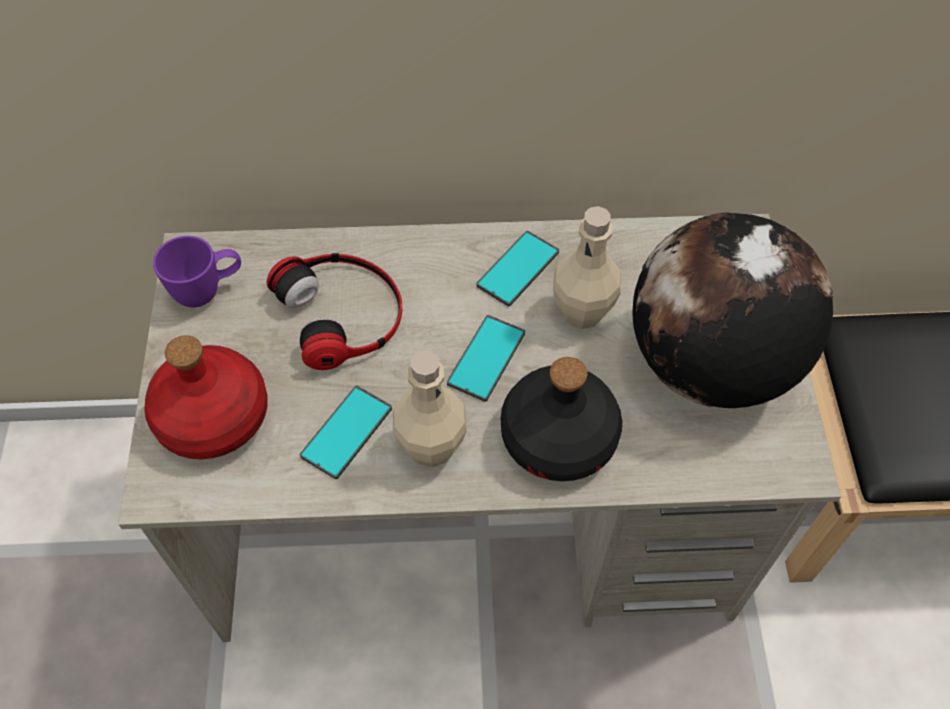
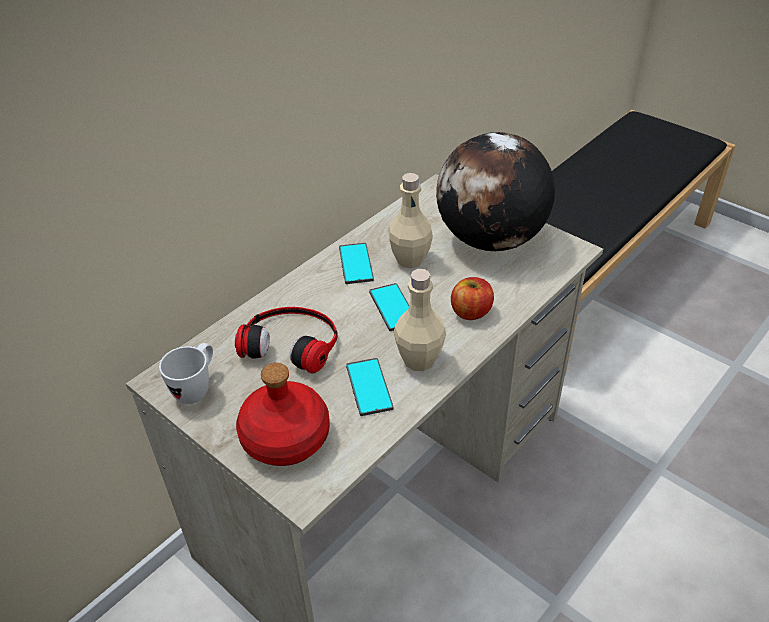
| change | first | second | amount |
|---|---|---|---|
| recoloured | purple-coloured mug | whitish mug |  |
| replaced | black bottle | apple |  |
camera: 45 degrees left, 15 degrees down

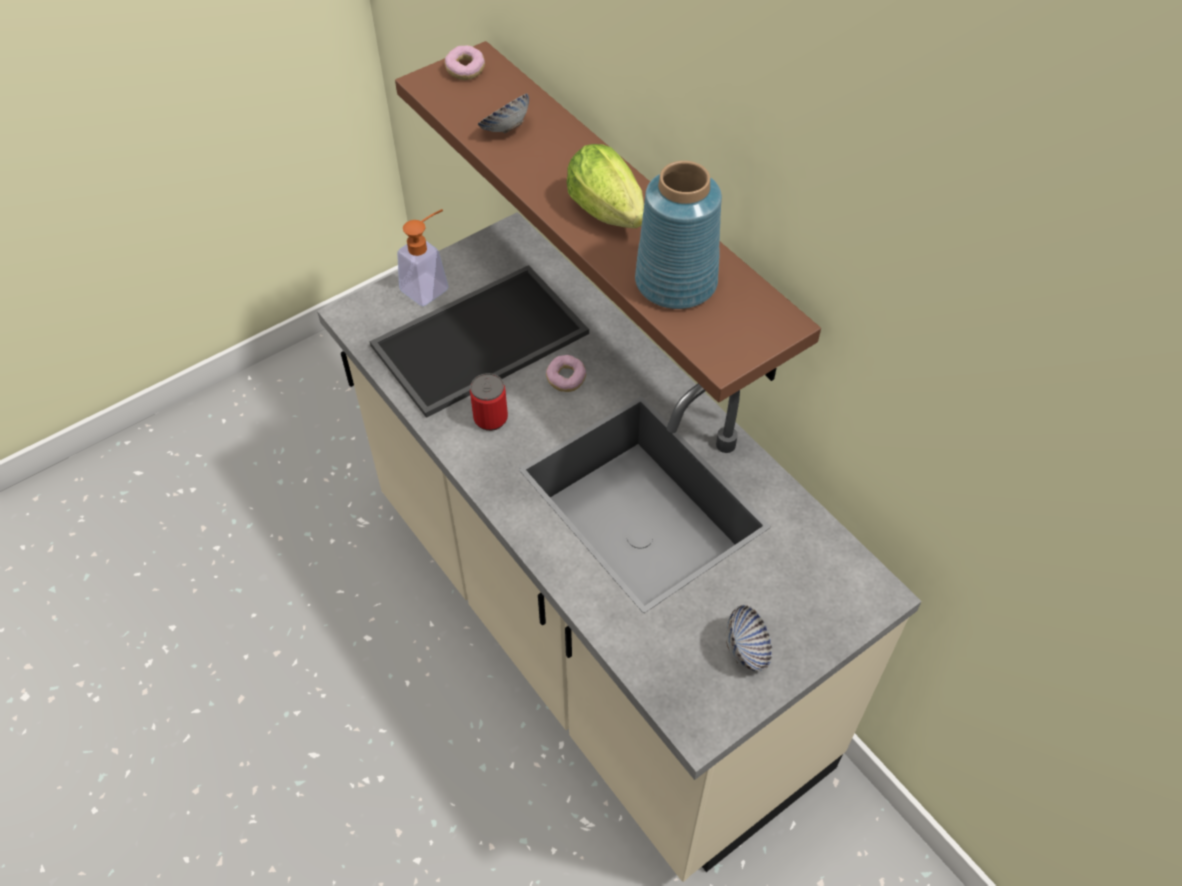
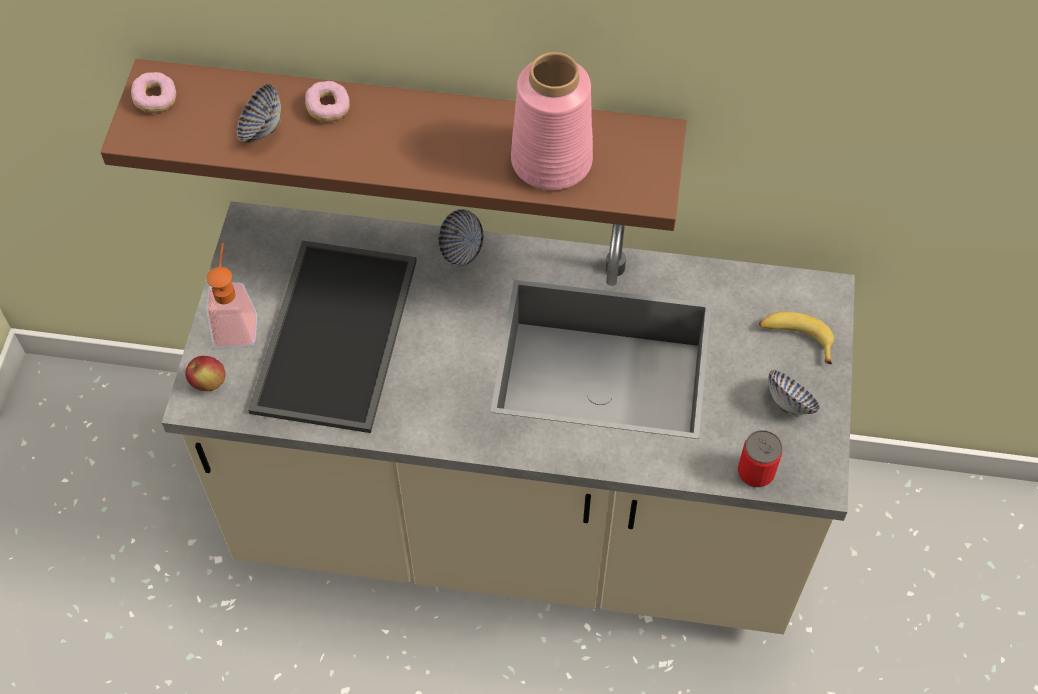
| change | first | second | amount |
|---|---|---|---|
| moved | sealed can |  |  |
| moved | doughnut (2nd from left) |  |  |
| removed | head of lettuce |  |  |
| recoloured | bluish flower vase | pink-coloured flower vase |  |
| added |  | apple |  |
| added |  | serving bowl (2nd from left) |  |
| added |  | banana fruit |  |
camera: 45 degrees left, 5 degrees up

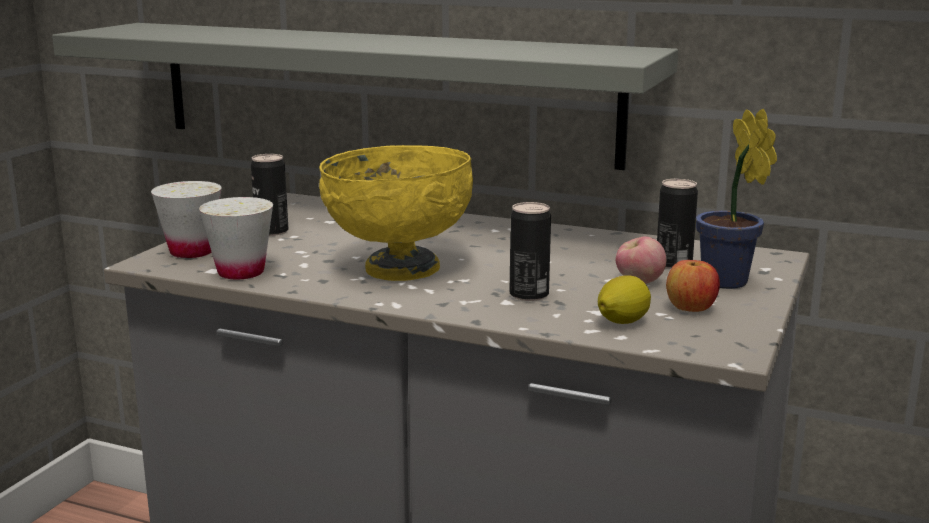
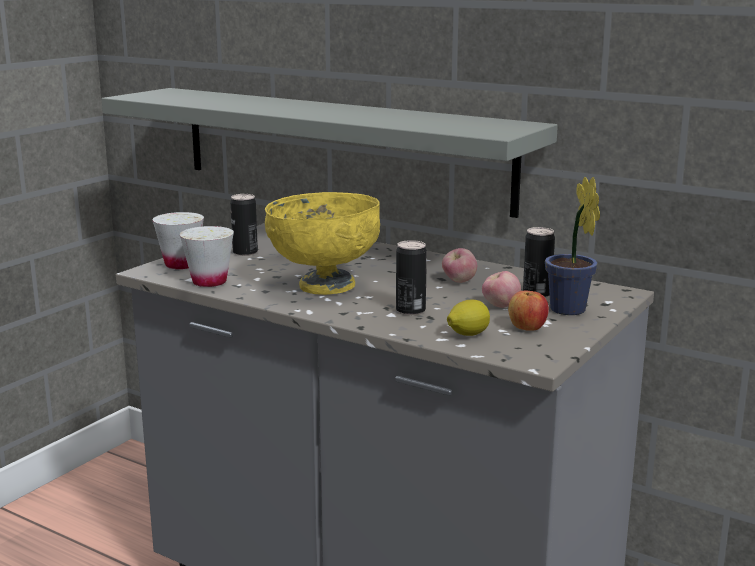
| change | first | second | amount |
|---|---|---|---|
| added |  | apple (1st from left) |  |
camera: 10 degrees right, 0 degrees up

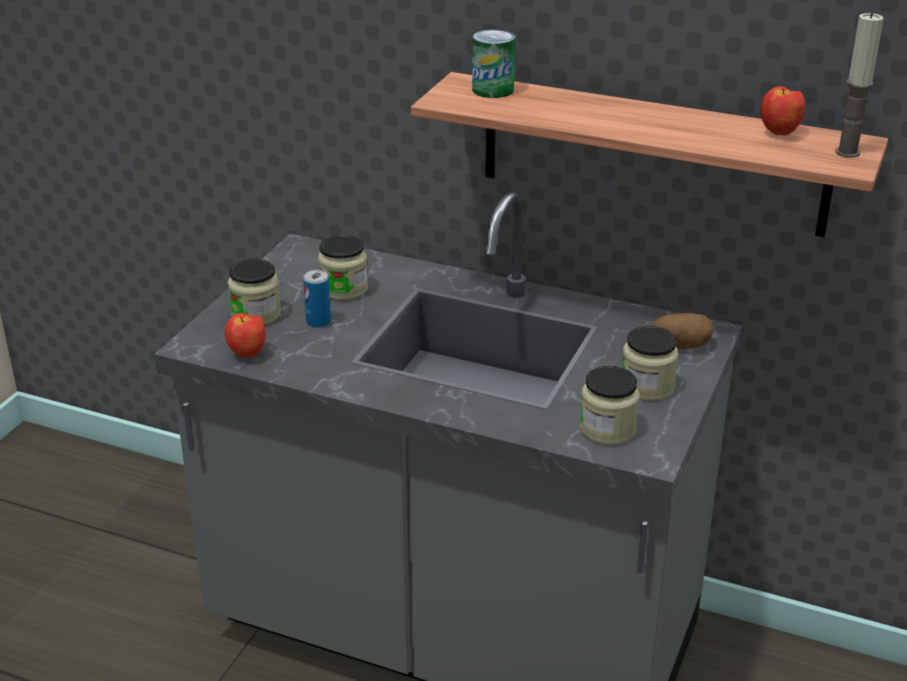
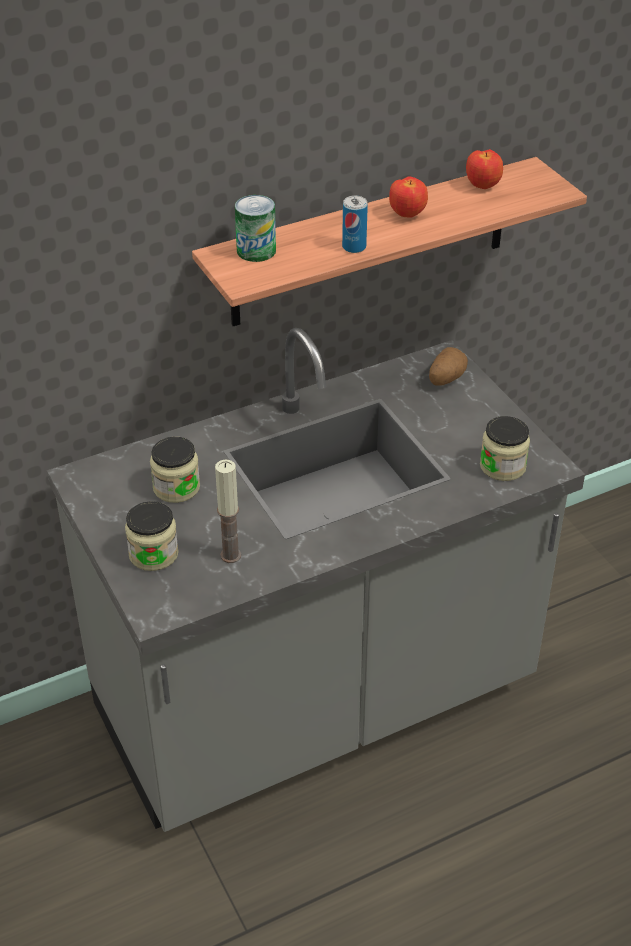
| change | first | second | amount |
|---|---|---|---|
| moved | apple (1st from left) |  |  |
| moved | sealed can (1st from left in the first image) | sealed can (2nd from left) |  |
| removed | jar (4th from left) |  |  |
| moved | wax light |  |  |
camera: 50 degrees left, 10 degrees up

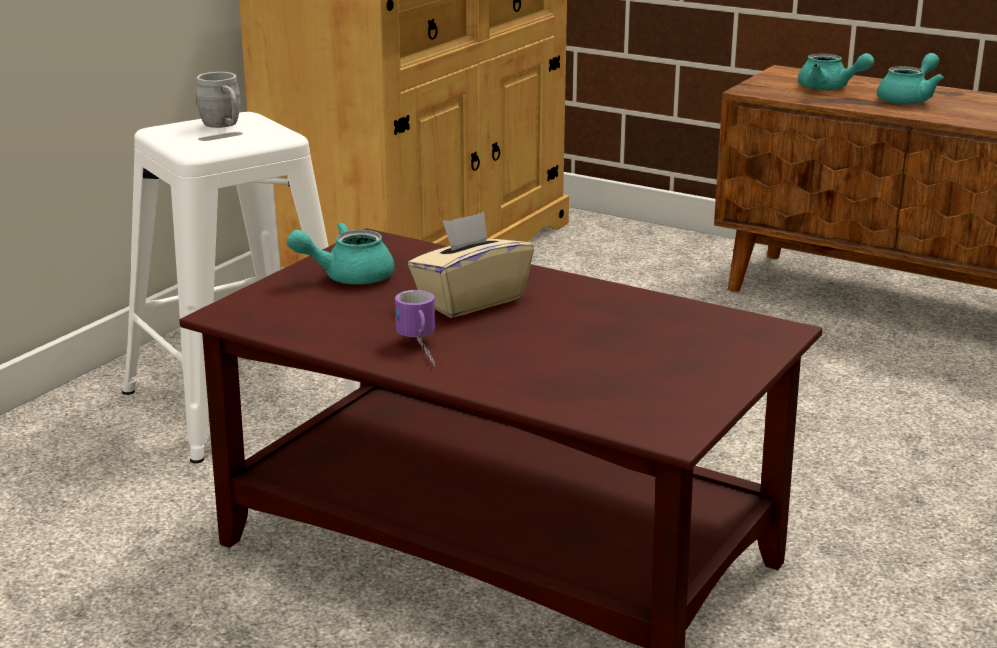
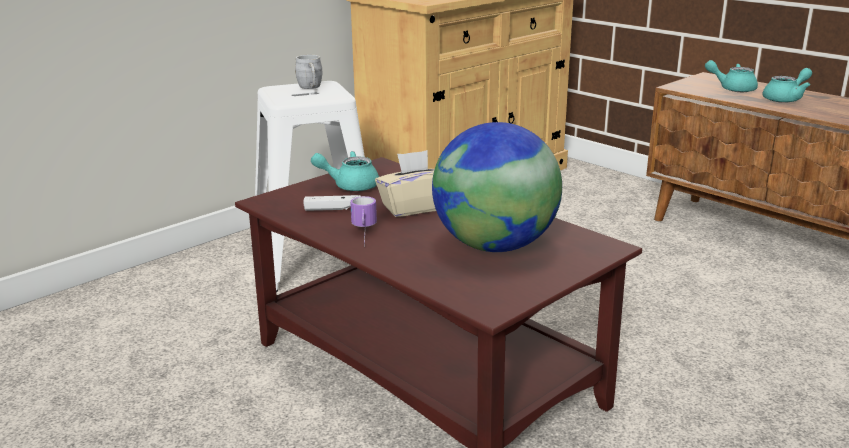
| change | first | second | amount |
|---|---|---|---|
| turned | turquoise-coloured teapot (2nd from left) |  | 150 degrees clockwise |
| added |  | whitish game controller |  |
| added |  | world globe |  |
camera: 15 degrees right, 0 degrees up

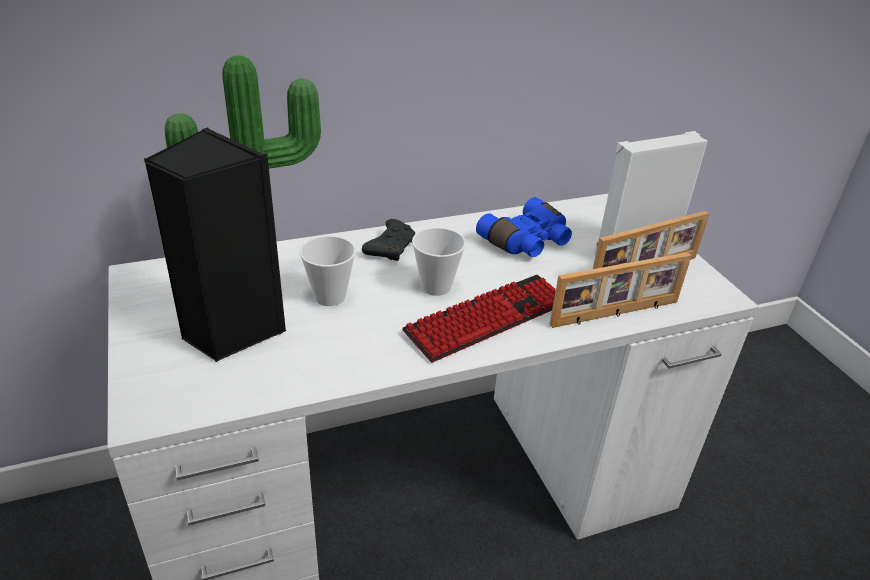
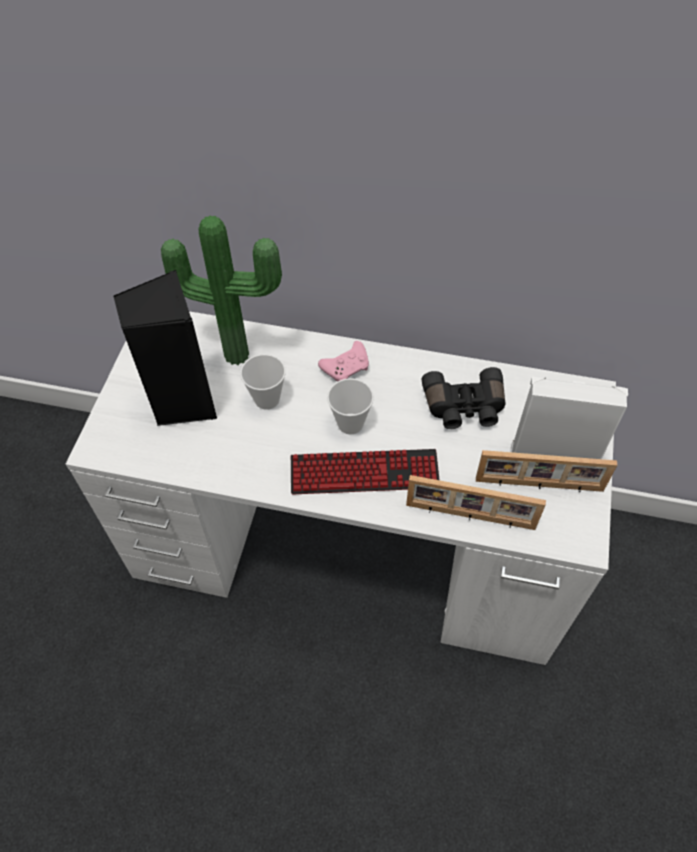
| change | first | second | amount |
|---|---|---|---|
| recoloured | black game controller | pink-coloured game controller |  |
| recoloured | bluish pair of binoculars | black pair of binoculars |  |
camera: 35 degrees right, 20 degrees up

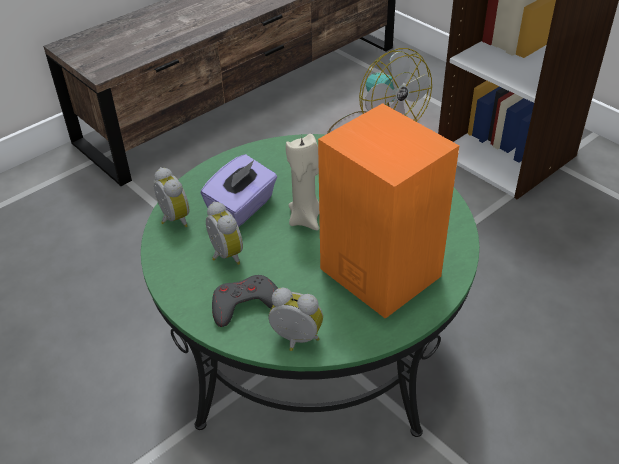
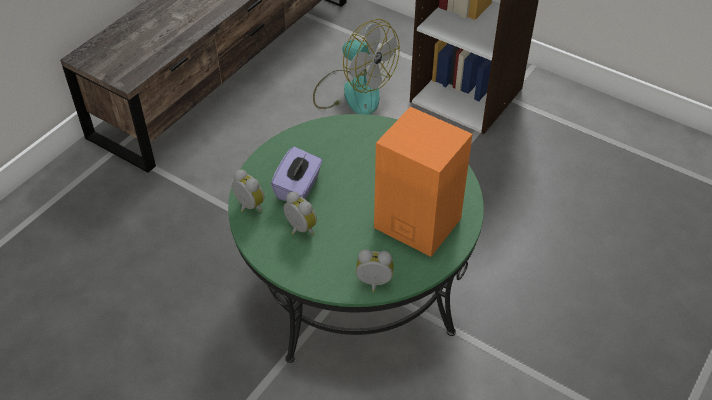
| change | first | second | amount |
|---|---|---|---|
| removed | greyish game controller |  |  |
| removed | beige wax light |  |  |
camera: 15 degrees left, 5 degrees up

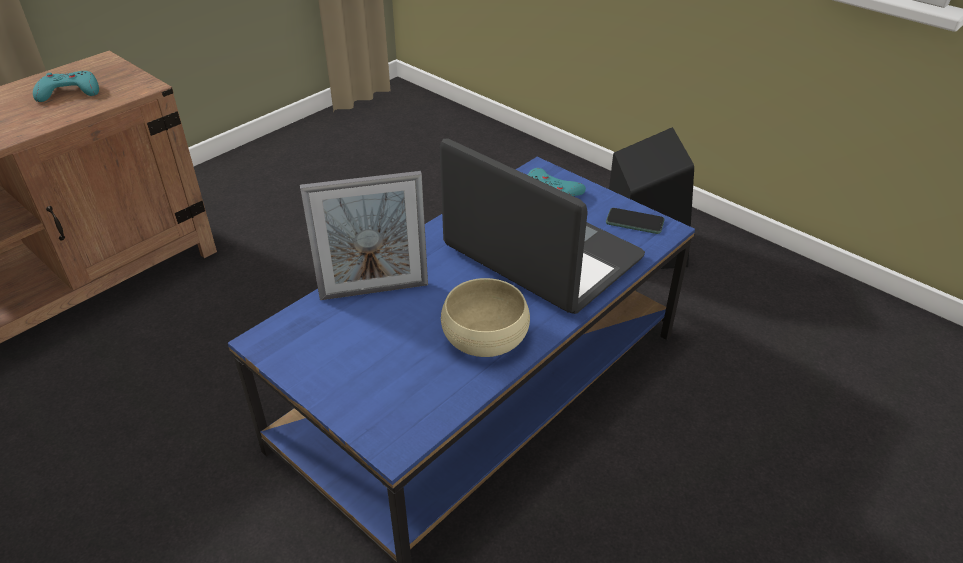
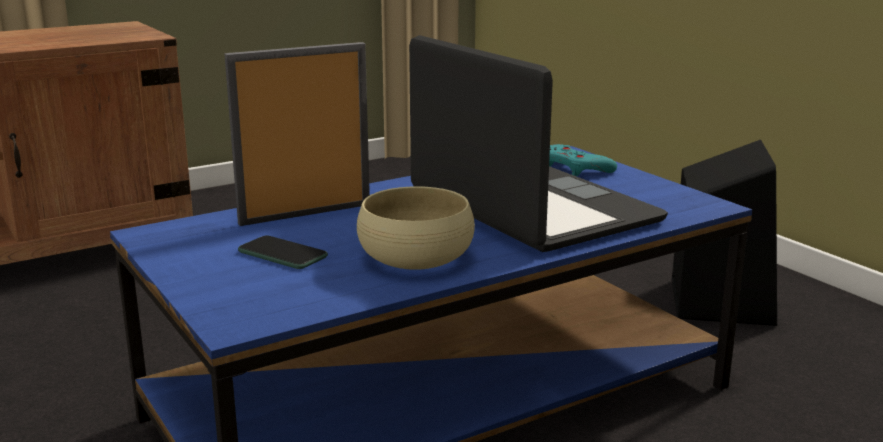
| change | first | second | amount |
|---|---|---|---|
| removed | turquoise-coloured game controller (1st from left) |  |  |
| turned | standing frame |  | 150 degrees clockwise |
| moved | phone |  |  |
camera: 15 degrees right, 20 degrees down

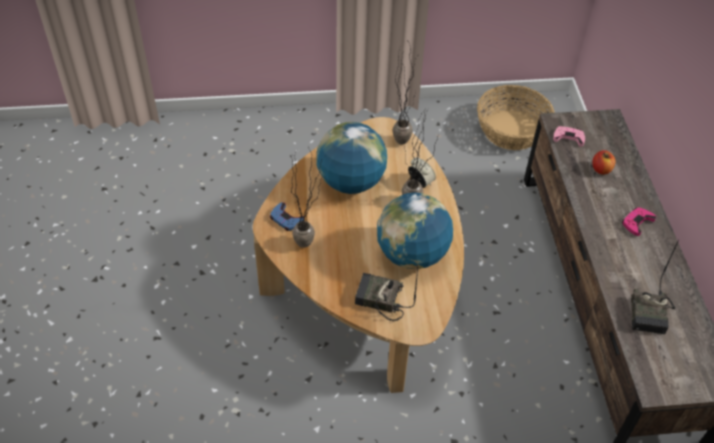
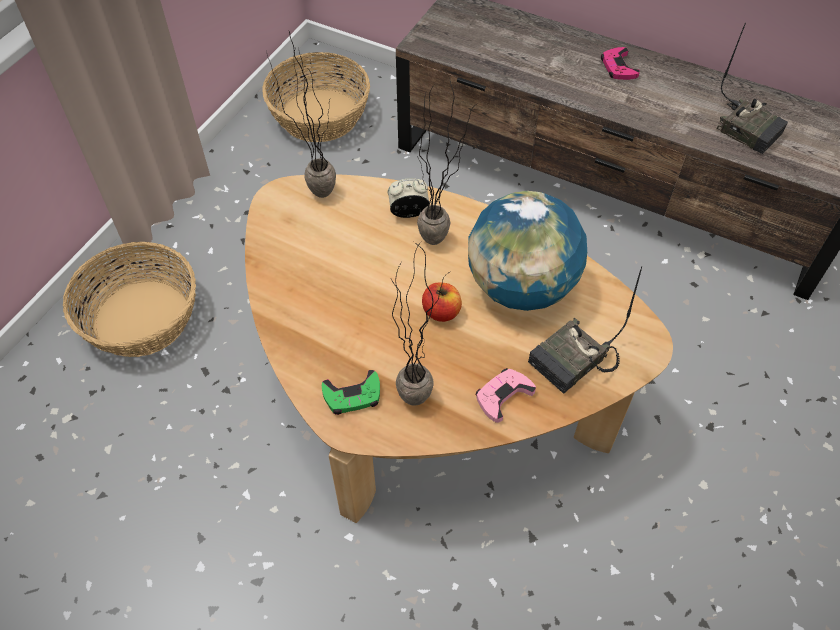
| change | first | second | amount |
|---|---|---|---|
| recoloured | bluish game controller | green game controller |  |
| removed | world globe (1st from left) |  |  |
| moved | pink-coloured game controller (1st from left) |  |  |
| moved | apple |  |  |
| added |  | basket (1st from left) |  |
camera: 55 degrees left, 5 degrees up

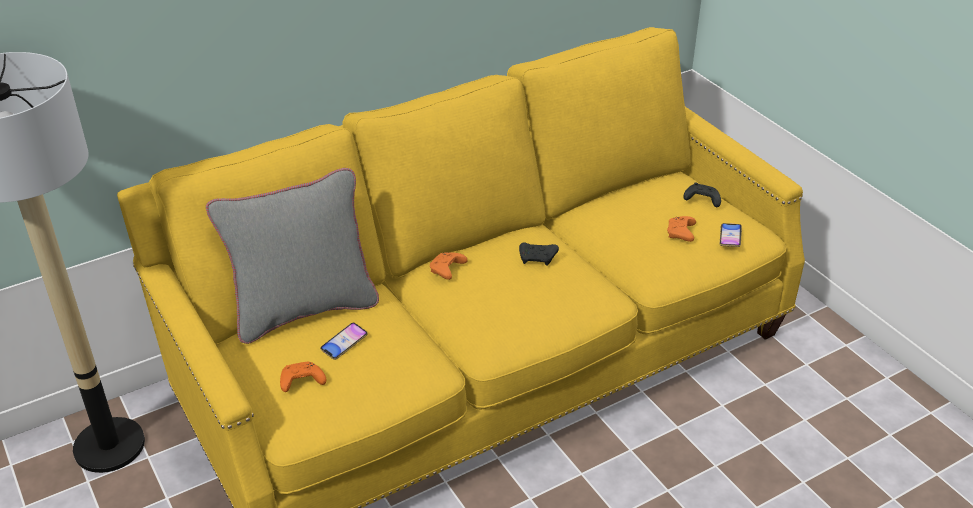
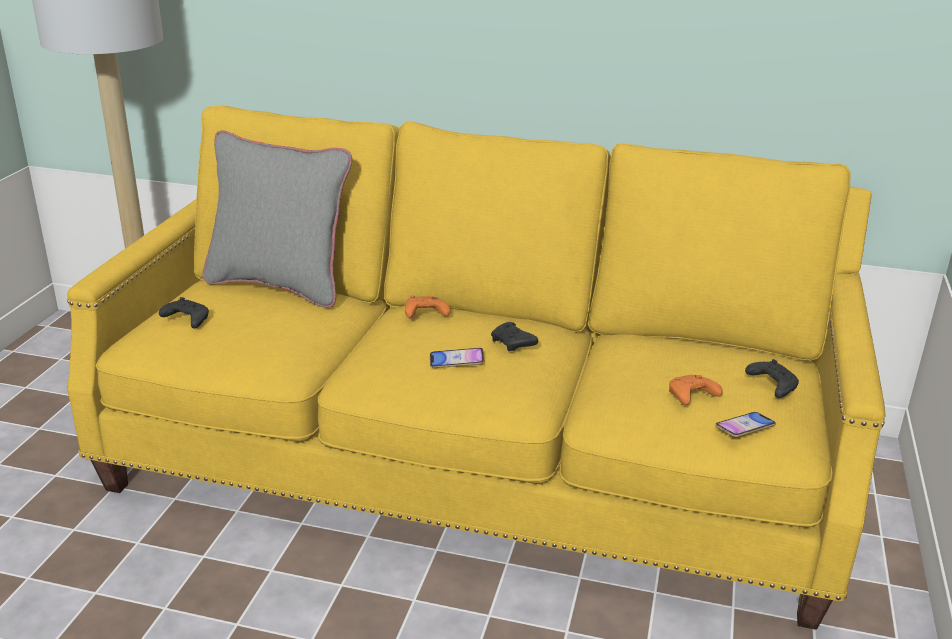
| change | first | second | amount |
|---|---|---|---|
| recoloured | orangey game controller (1st from left) | black game controller (1st from left) |  |
| moved | phone (1st from left) |  |  |
camera: 45 degrees right, 10 degrees down

